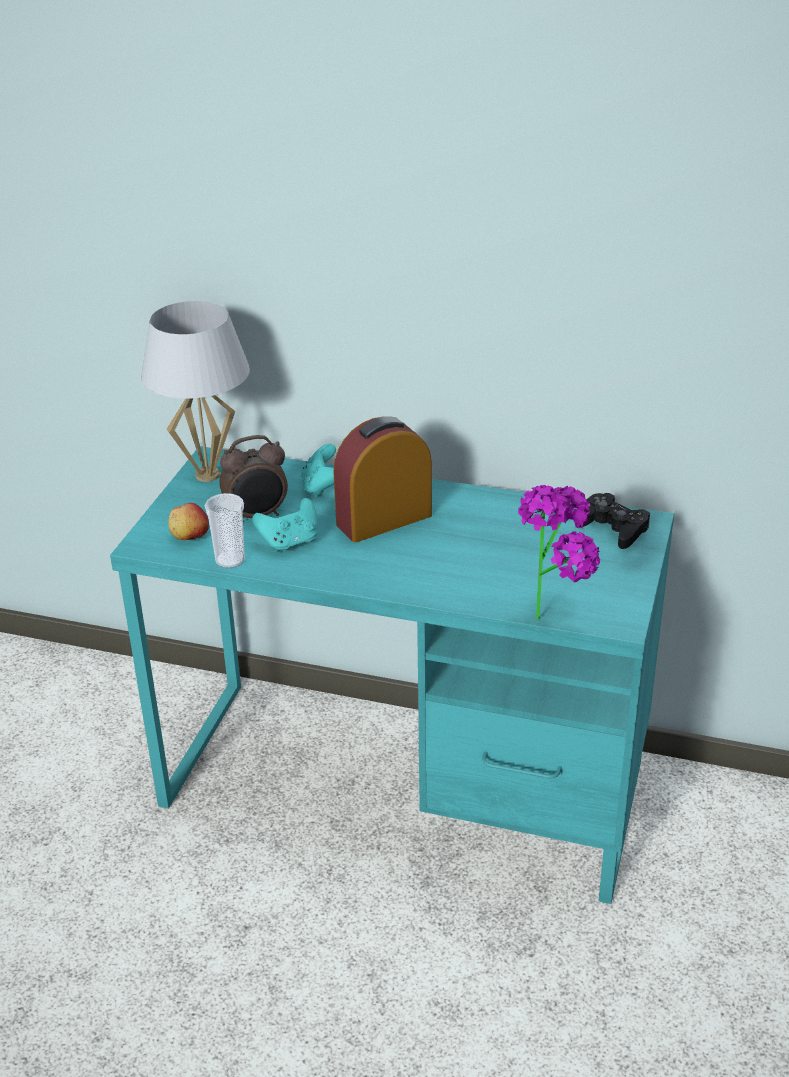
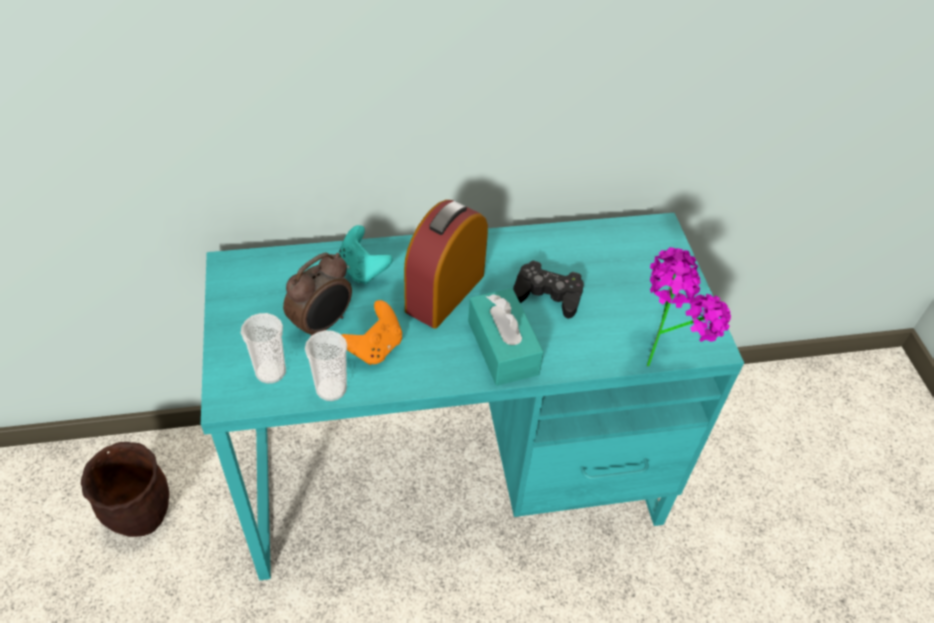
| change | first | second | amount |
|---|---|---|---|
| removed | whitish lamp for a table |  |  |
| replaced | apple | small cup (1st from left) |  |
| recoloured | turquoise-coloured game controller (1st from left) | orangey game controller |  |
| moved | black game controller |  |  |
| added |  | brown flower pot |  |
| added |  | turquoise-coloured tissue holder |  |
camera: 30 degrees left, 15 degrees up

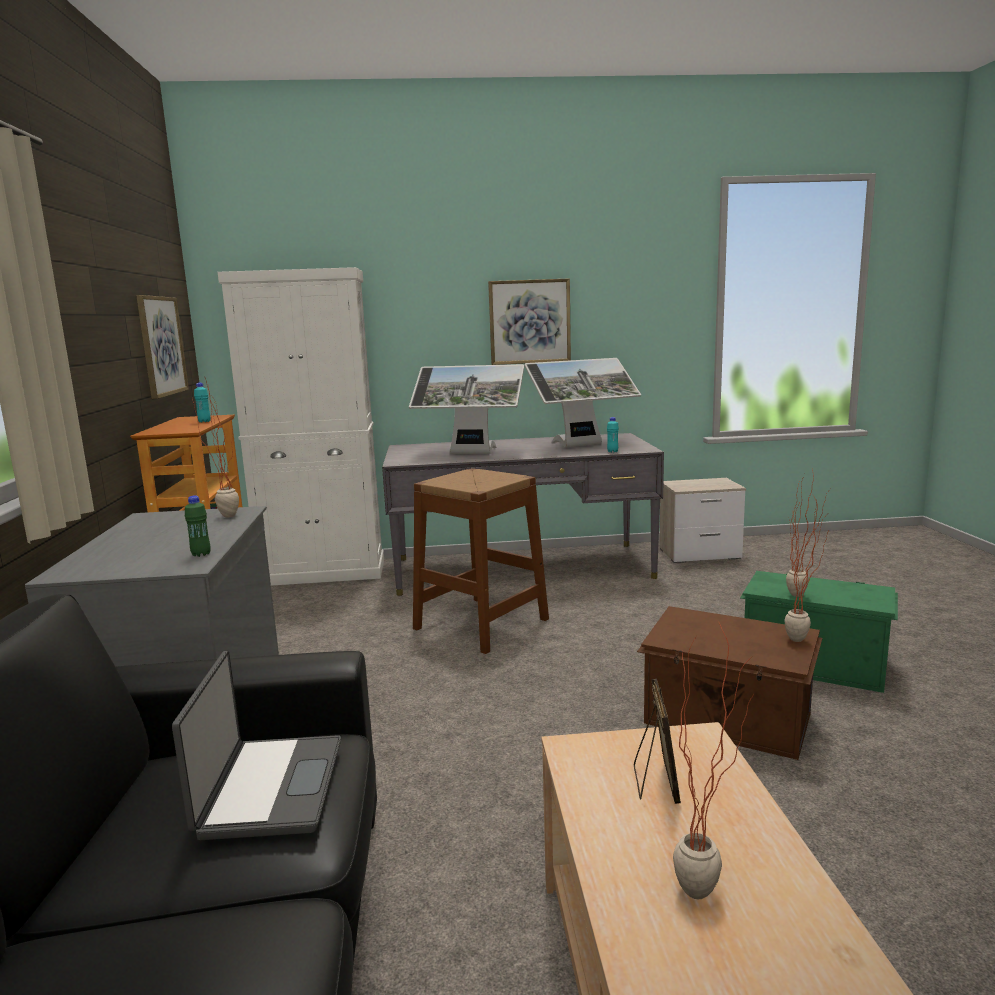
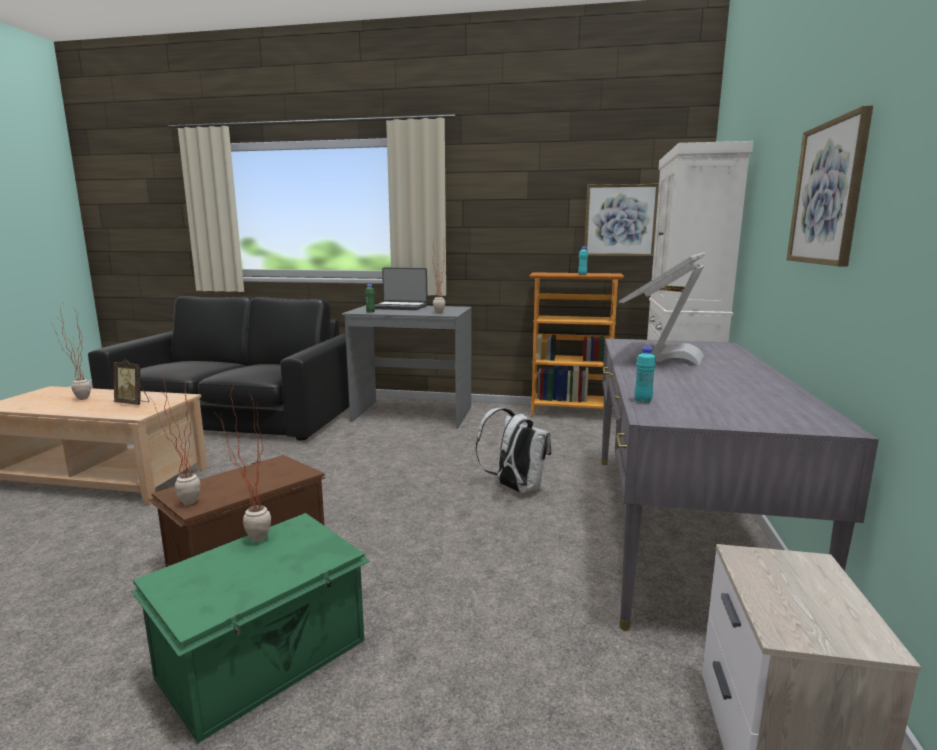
| change | first | second | amount |
|---|---|---|---|
| moved | notebook computer |  |  |
| replaced | brown stool | whitish knapsack |  |
| removed | computer screen (2nd from left) |  |  |
camera: 105 degrees right, 0 degrees up

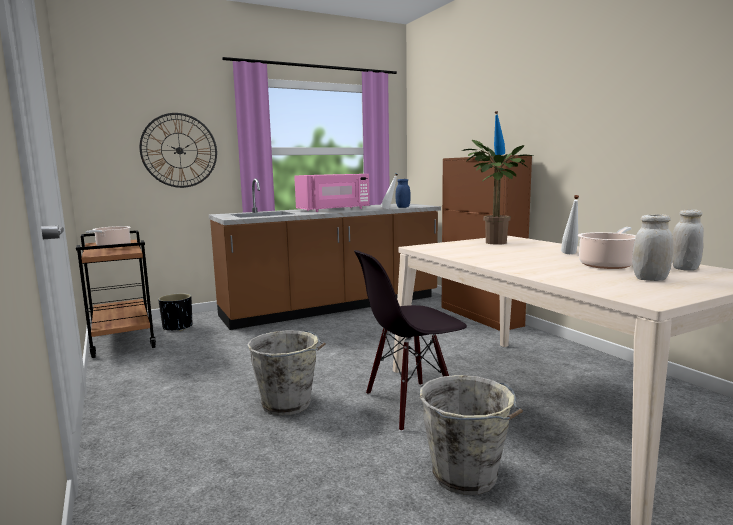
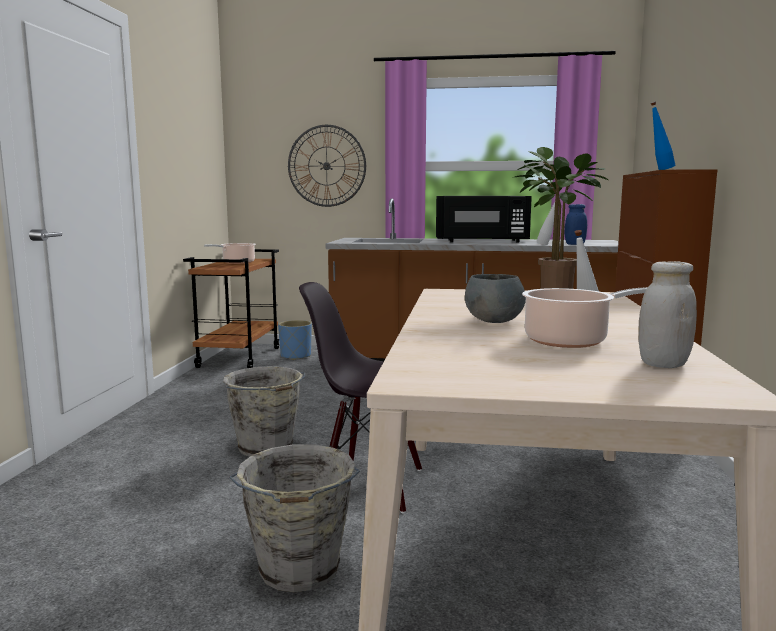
| change | first | second | amount |
|---|---|---|---|
| recoloured | black flower pot | bluish flower pot |  |
| recoloured | pink-coloured microwave | black microwave |  |
| removed | whitish jar (1st from left) |  |  |
| added |  | greyish serving bowl |  |
camera: 35 degrees right, 0 degrees up

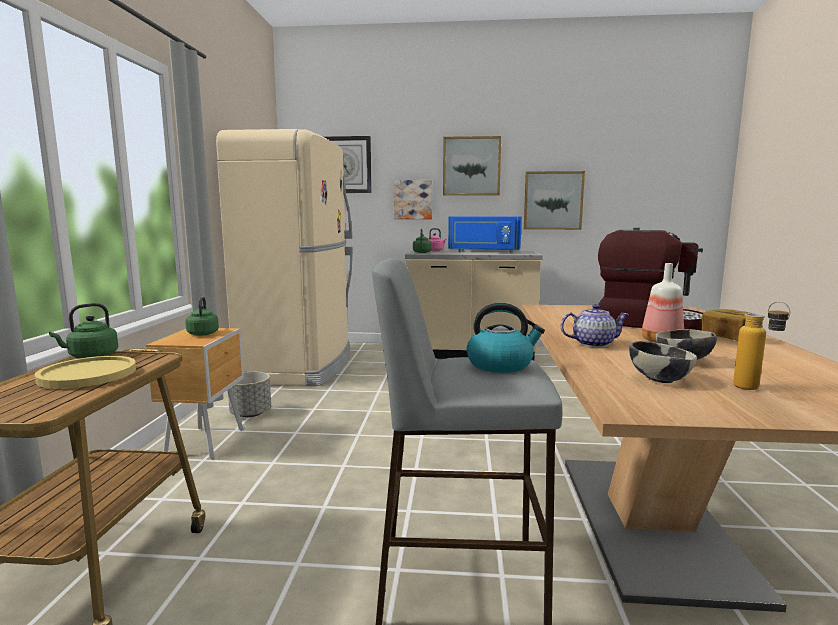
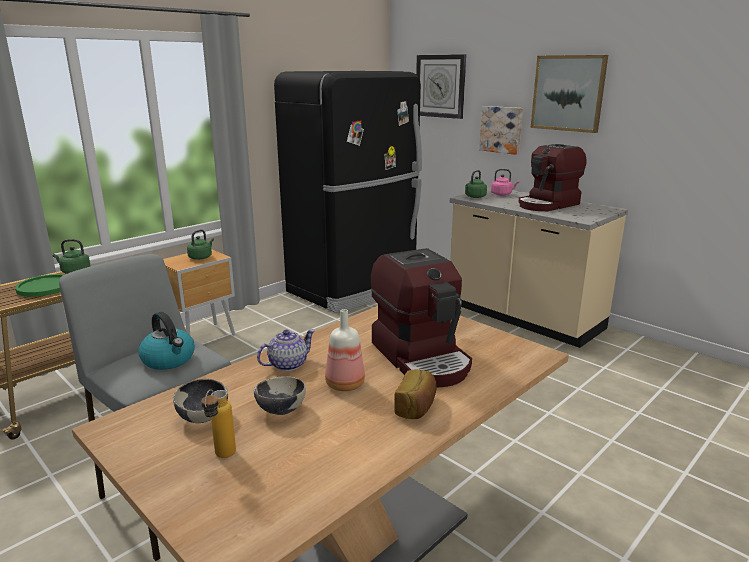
| change | first | second | amount |
|---|---|---|---|
| recoloured | yellowish dinner plate | green dinner plate |  |
| recoloured | beige kitchen fridge | black kitchen fridge |  |
| removed | greyish flower pot |  |  |
| replaced | bluish microwave | coffee machine (2nd from left) |  |
| removed | picture (3rd from left) |  |  |
| turned | teapot |  | 75 degrees counterclockwise |
camera: 40 degrees right, 10 degrees up

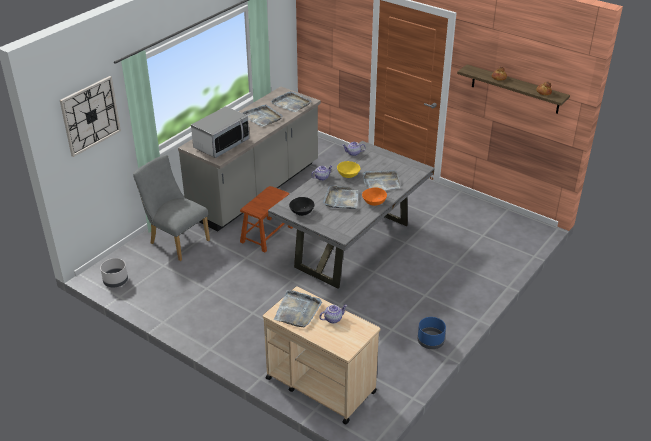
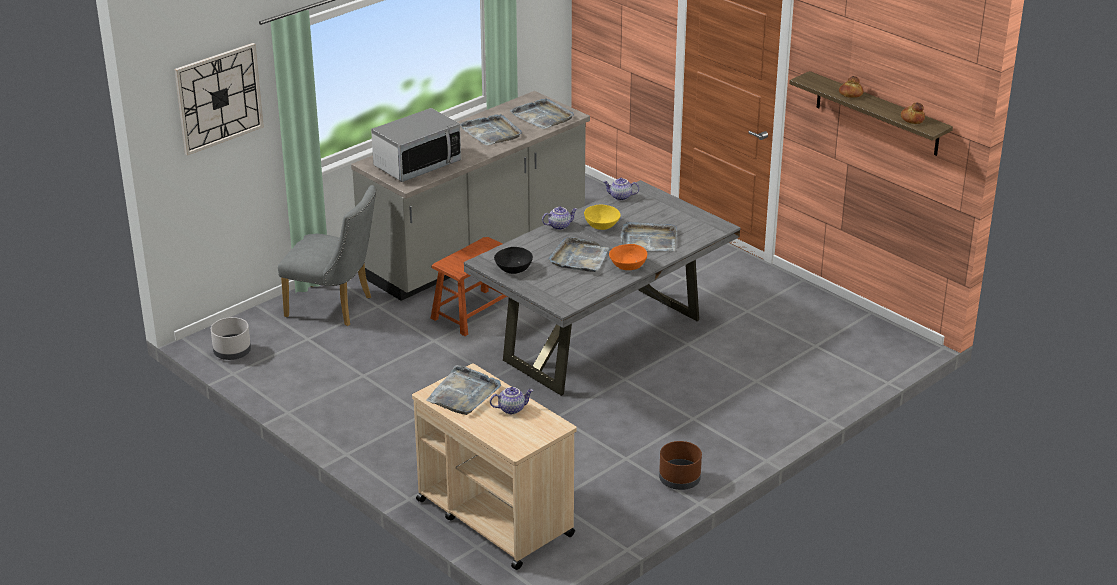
| change | first | second | amount |
|---|---|---|---|
| turned | greyish plain chair |  | 150 degrees clockwise |
| recoloured | bluish flower pot | brown flower pot |  |
camera: 10 degrees right, 5 degrees down

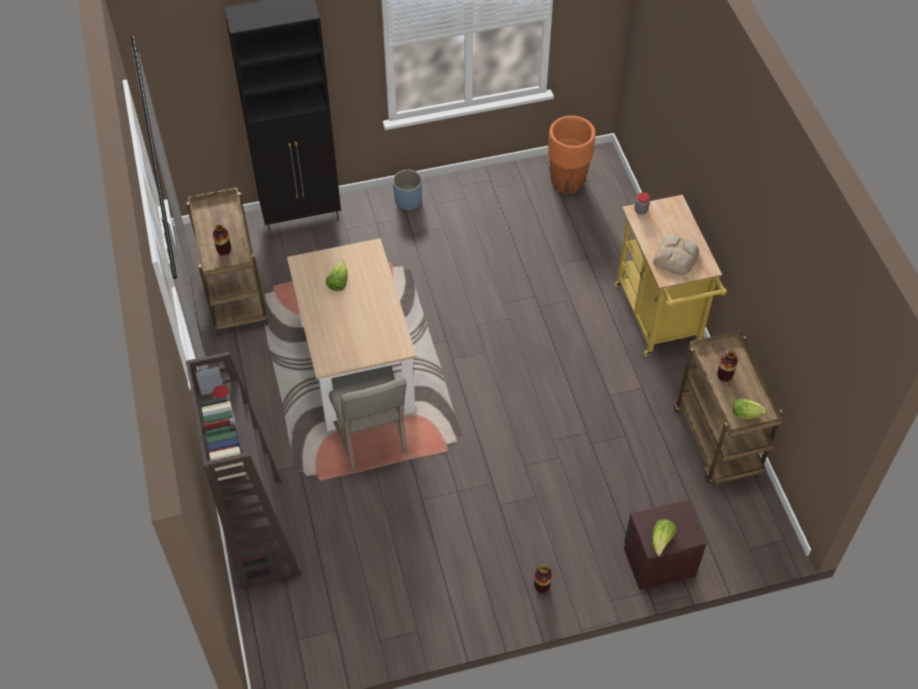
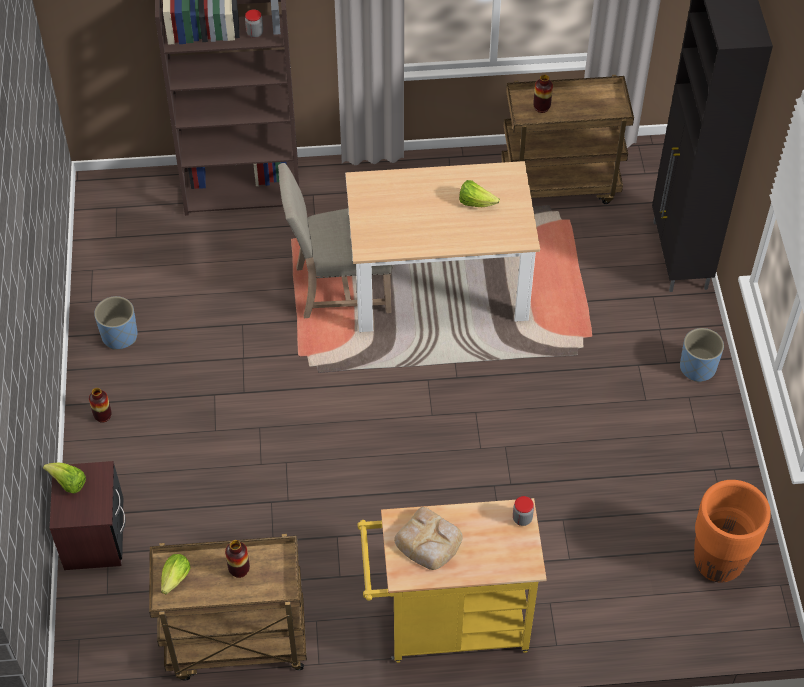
| change | first | second | amount |
|---|---|---|---|
| added |  | bluish flower pot (1st from left) |  |
camera: 100 degrees right, 0 degrees up

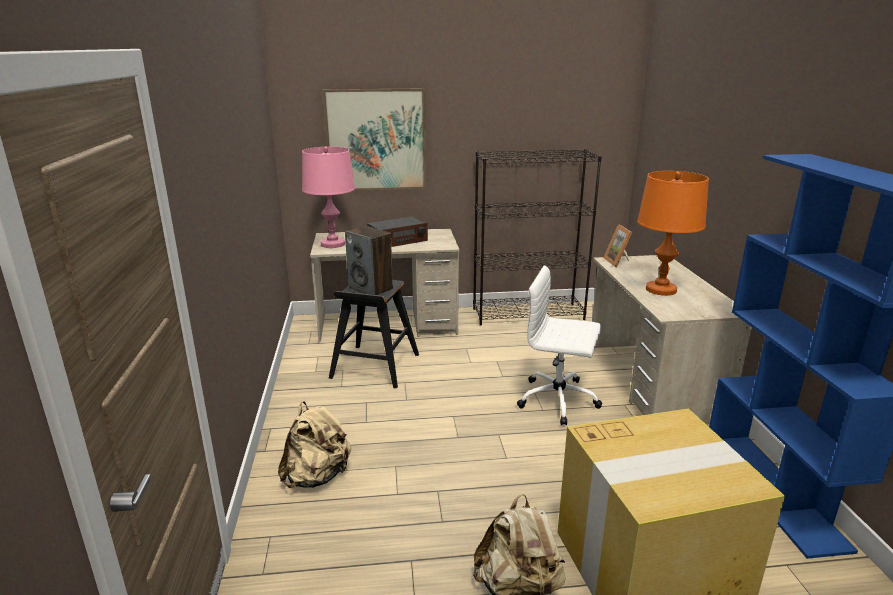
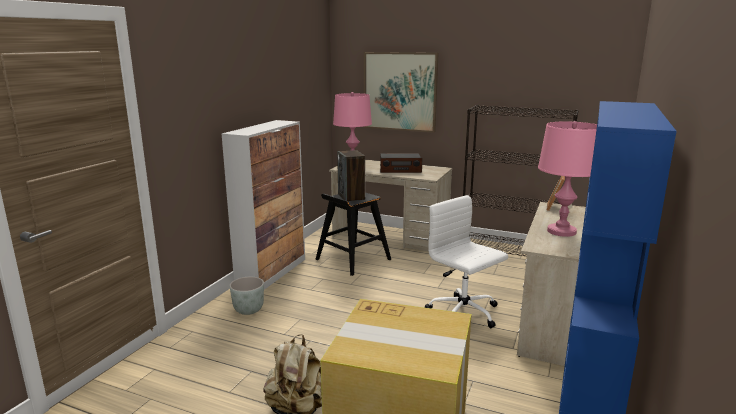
| change | first | second | amount |
|---|---|---|---|
| replaced | beige knapsack (1st from left) | greyish flower pot |  |
| recoloured | orangey lamp for a table | pink-coloured lamp for a table (2nd from left) |  |
| added |  | cupboard |  |
camera: 30 degrees right, 5 degrees down

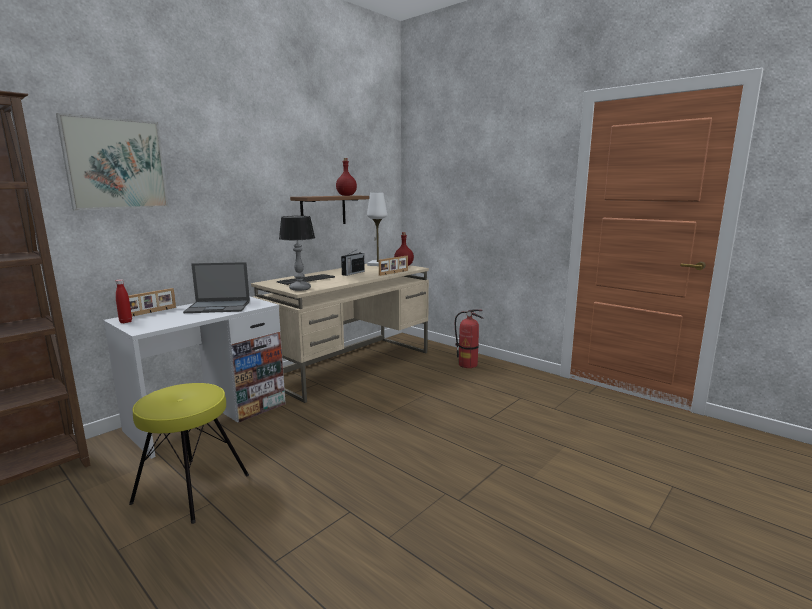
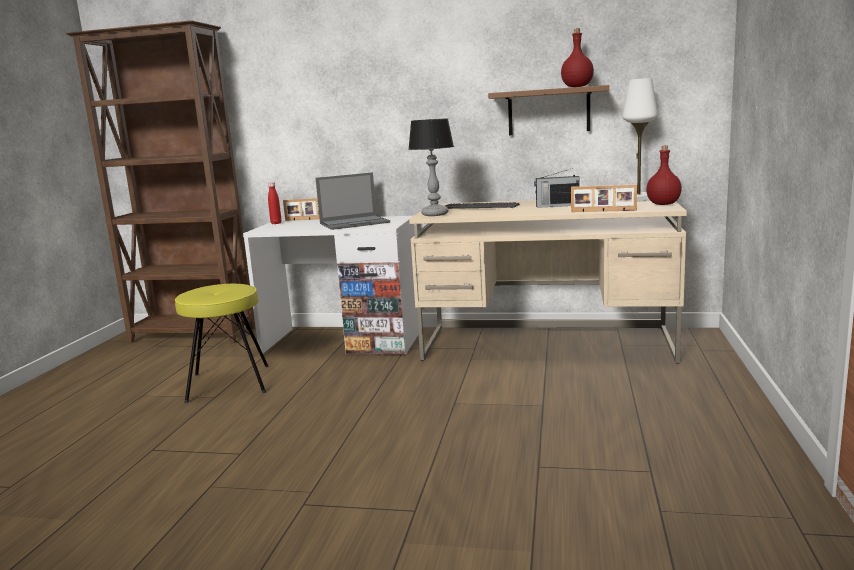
| change | first | second | amount |
|---|---|---|---|
| removed | picture |  |  |
| turned | notebook computer |  | 75 degrees counterclockwise |
| removed | fire-fighting cylinder |  |  |
camera: 60 degrees right, 0 degrees up

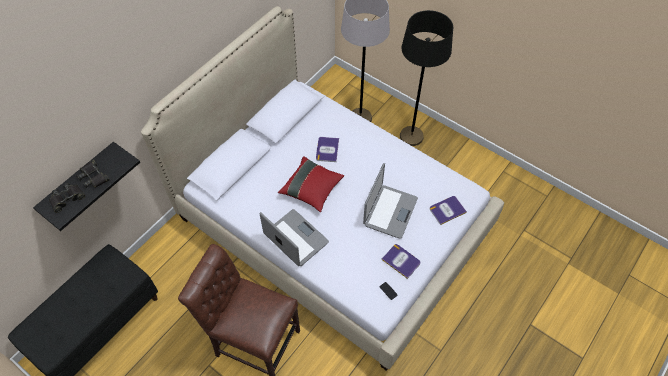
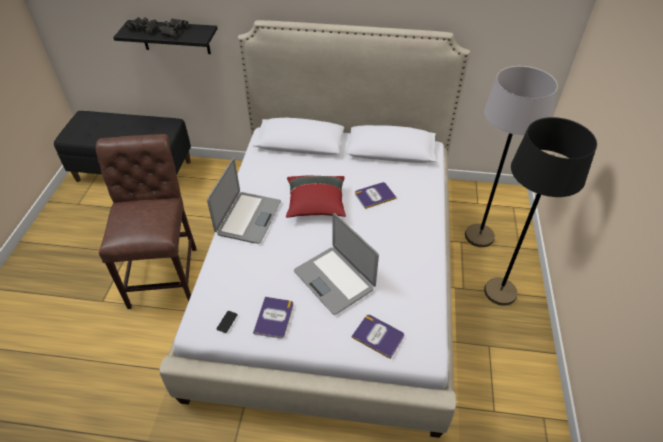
| change | first | second | amount |
|---|---|---|---|
| turned | notebook computer (2nd from left) |  | 60 degrees clockwise |
camera: 60 degrees right, 10 degrees down

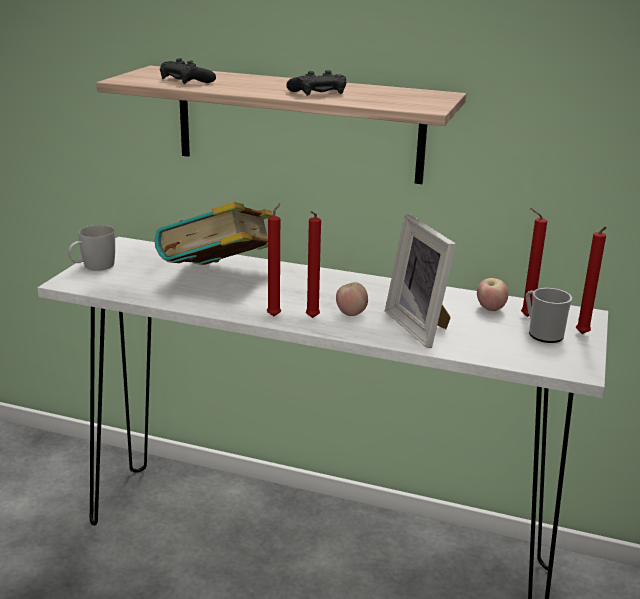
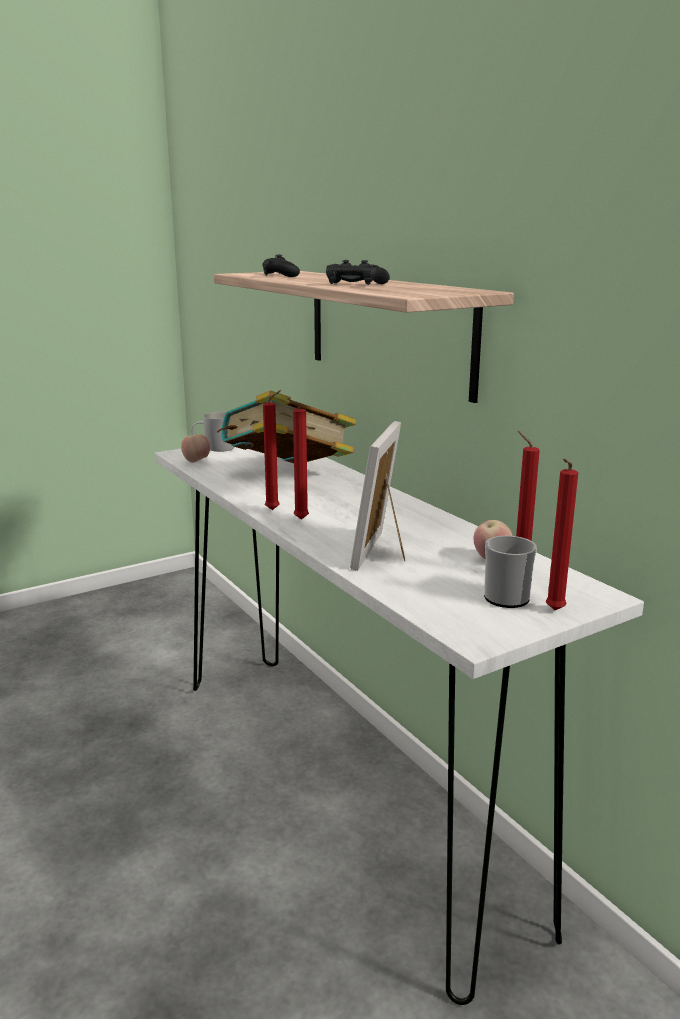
| change | first | second | amount |
|---|---|---|---|
| moved | apple (1st from left) |  |  |
camera: 40 degrees right, 5 degrees down

